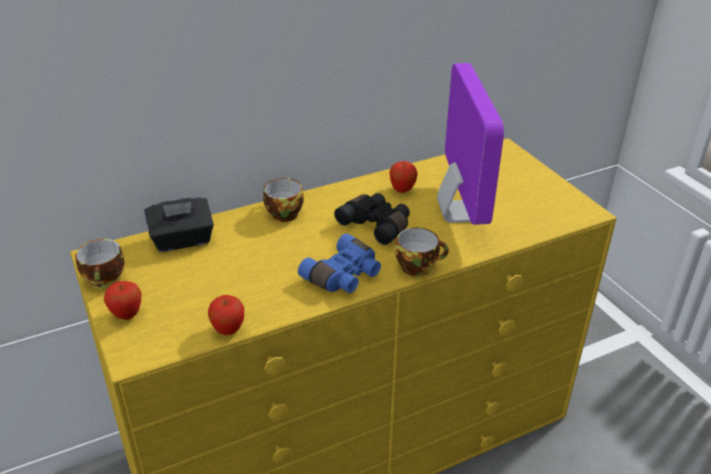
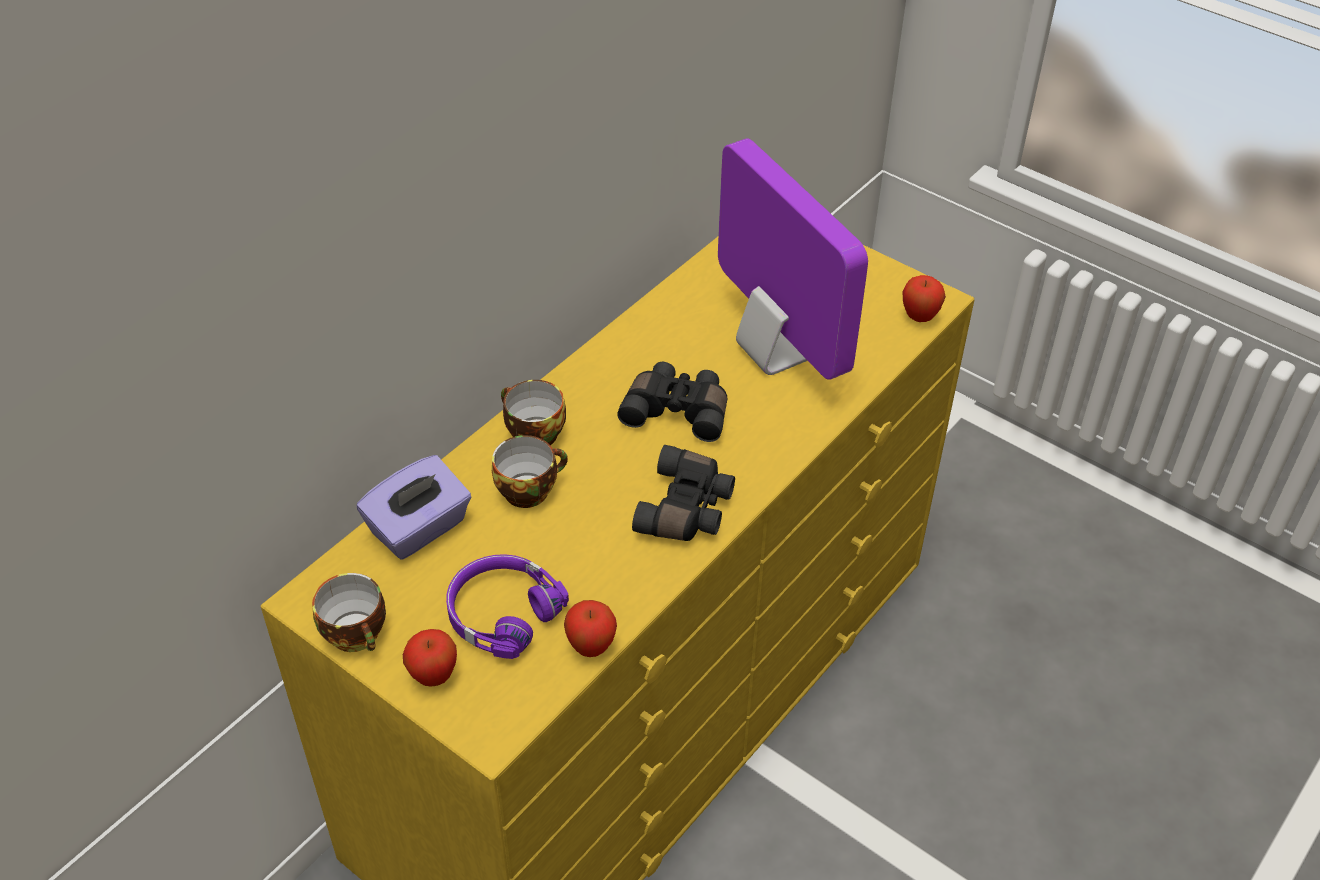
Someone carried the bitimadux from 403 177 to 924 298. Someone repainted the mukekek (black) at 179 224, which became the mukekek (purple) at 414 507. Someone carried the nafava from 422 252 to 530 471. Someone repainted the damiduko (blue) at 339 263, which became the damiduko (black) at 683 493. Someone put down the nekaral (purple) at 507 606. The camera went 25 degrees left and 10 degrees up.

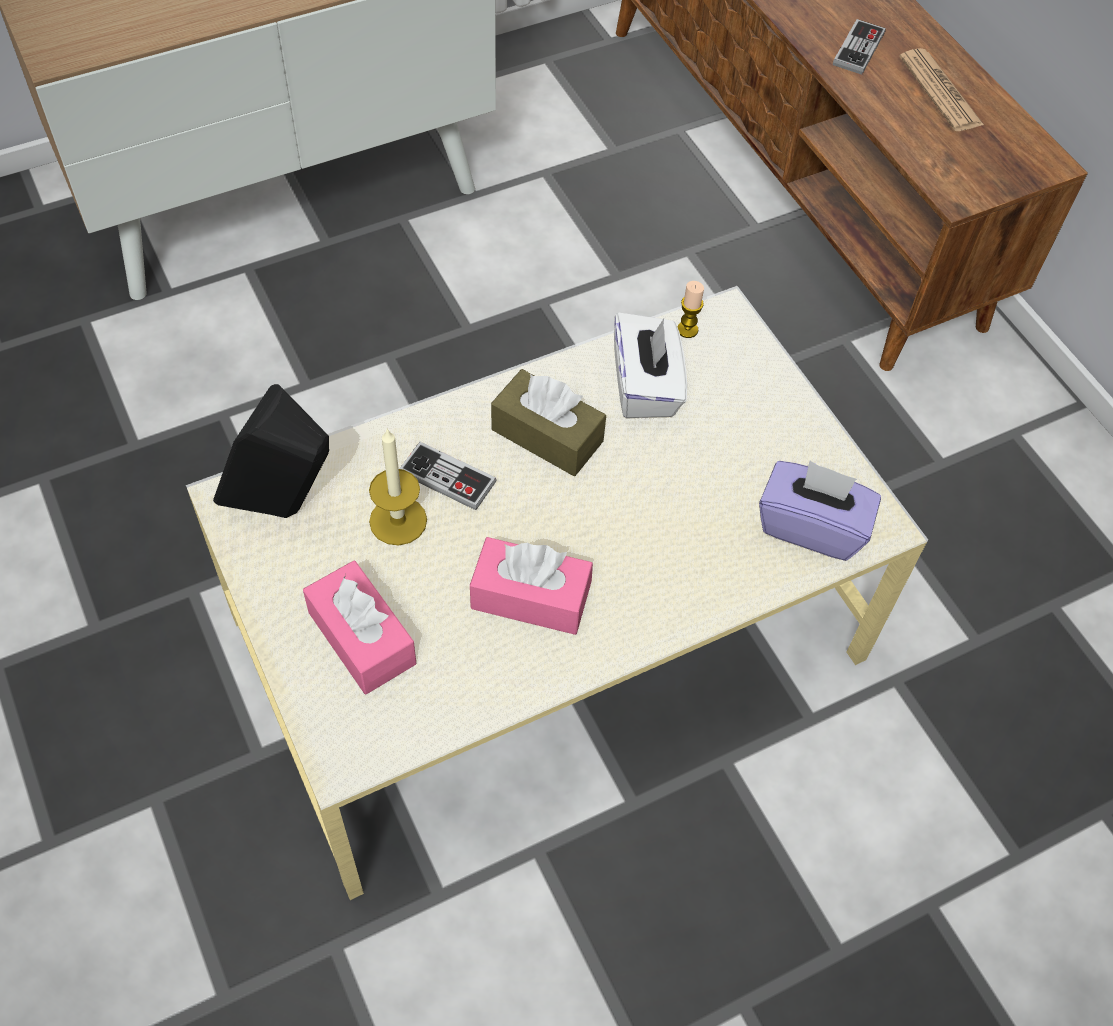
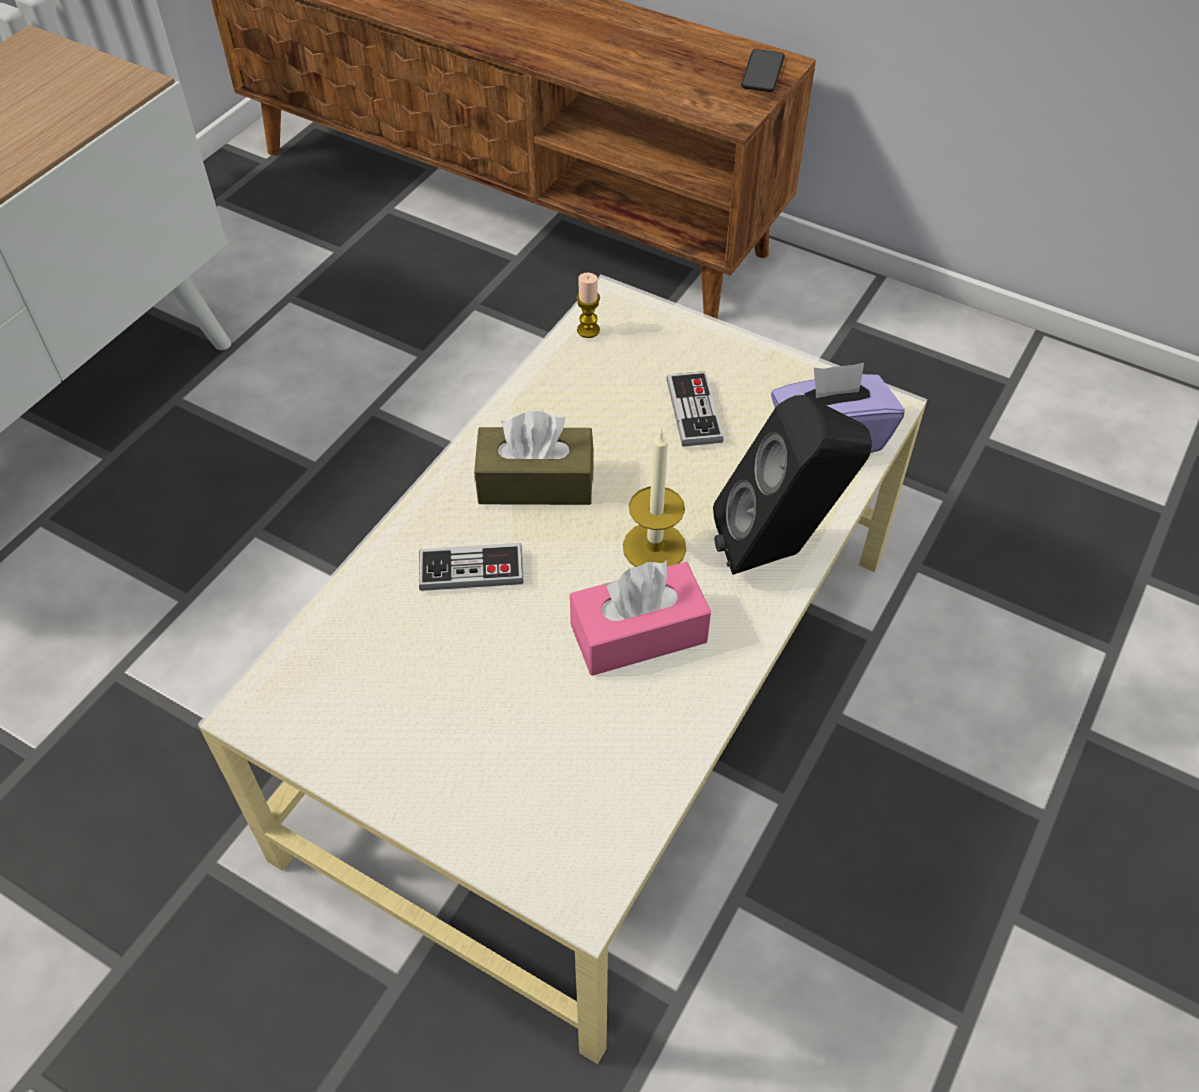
Someone carried the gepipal from 859 47 to 695 409. Someone took away the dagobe at 941 89. Someone took away the mukekek (white) at 650 365. Someone carried the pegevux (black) from 271 451 to 792 485. Someone carried the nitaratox from 398 486 to 654 497. Someone took away the mukekek (pink) at 359 627. Someone put down the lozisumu at 763 70. The camera went 30 degrees left and 5 degrees down.

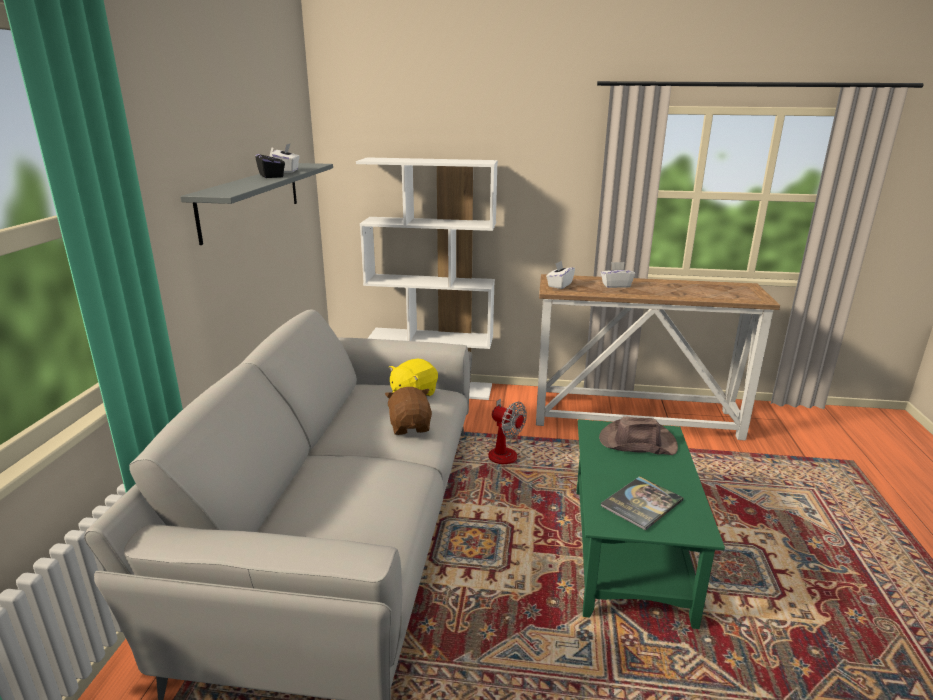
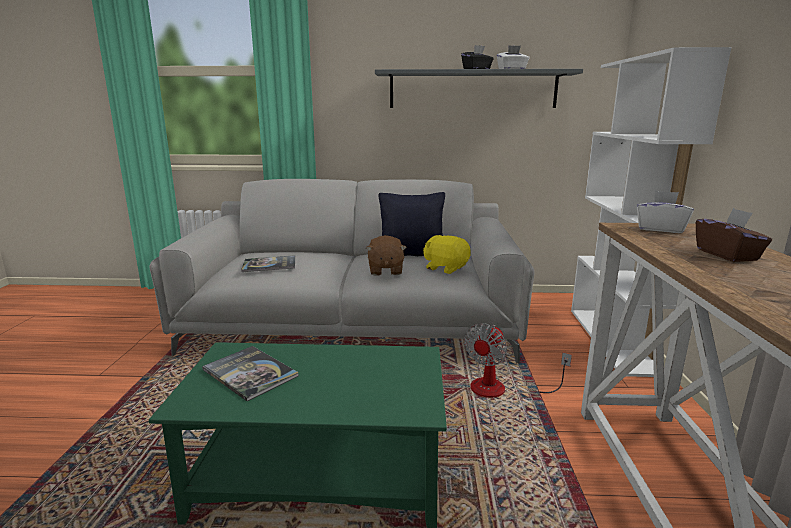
Someone repainted the mukekek (white) at 618 275, which became the mukekek (brown) at 734 235. Someone rotated the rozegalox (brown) at 408 411 by 105 degrees clockwise. Someone took away the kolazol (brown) at 638 436. Someone put down the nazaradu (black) at 411 224. Someone put down the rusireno at 268 263. The camera went 85 degrees right and 5 degrees down.

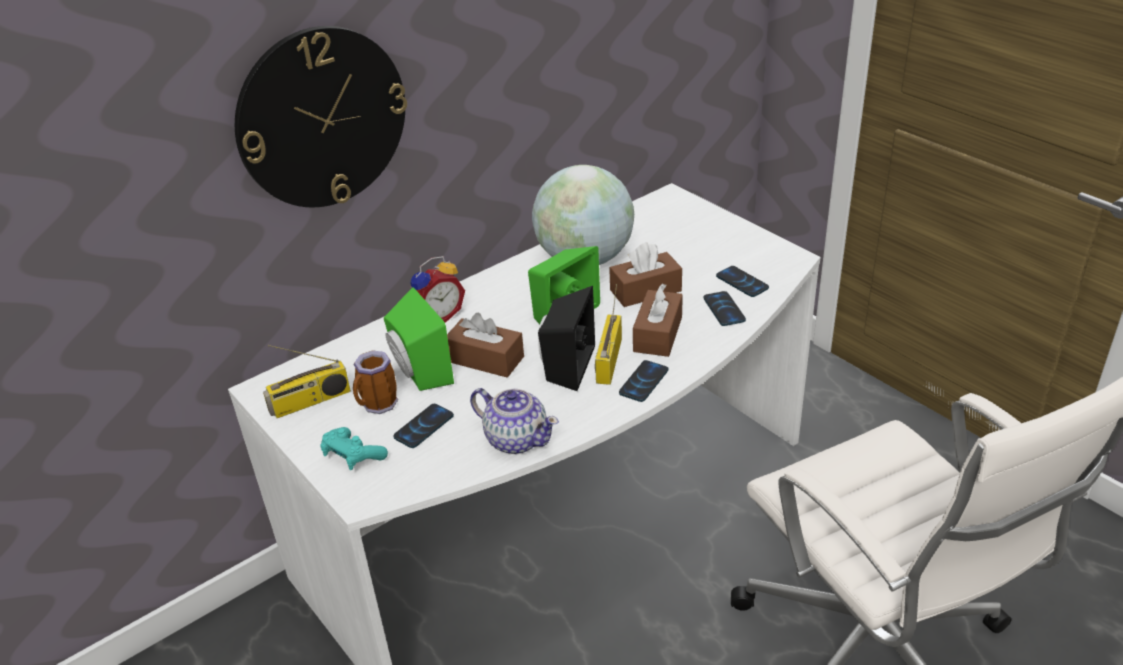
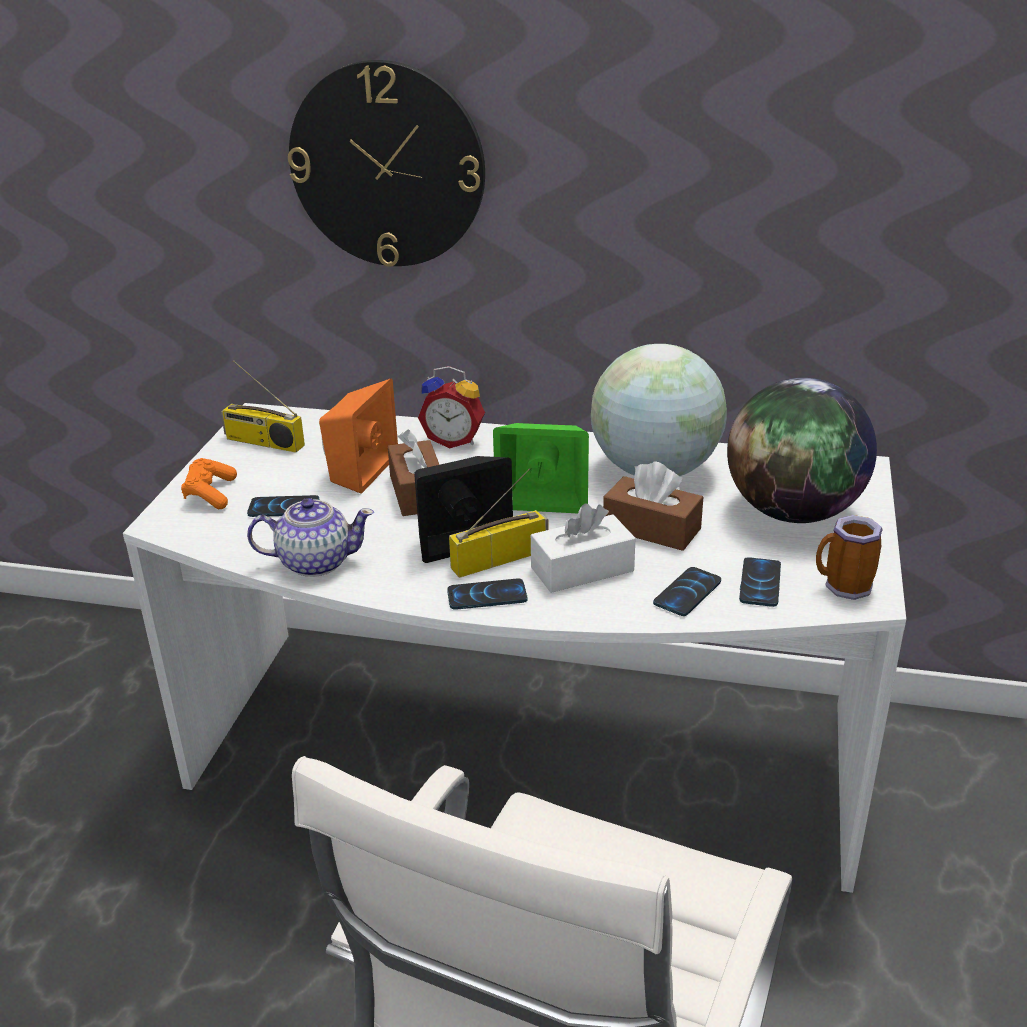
Someone repainted the mukekek (brown) at 658 320, which became the mukekek (white) at 583 548. Someone repainted the pegevux (green) at 419 339, which became the pegevux (orange) at 358 436. Someone carried the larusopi from 375 382 to 849 557. Someone rotated the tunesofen at 514 421 by 90 degrees counterclockwise. Someone repainted the gepipal (turquoise) at 354 448, which became the gepipal (orange) at 209 483. Someone put down the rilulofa at 802 450. The camera went 50 degrees right and 5 degrees down.

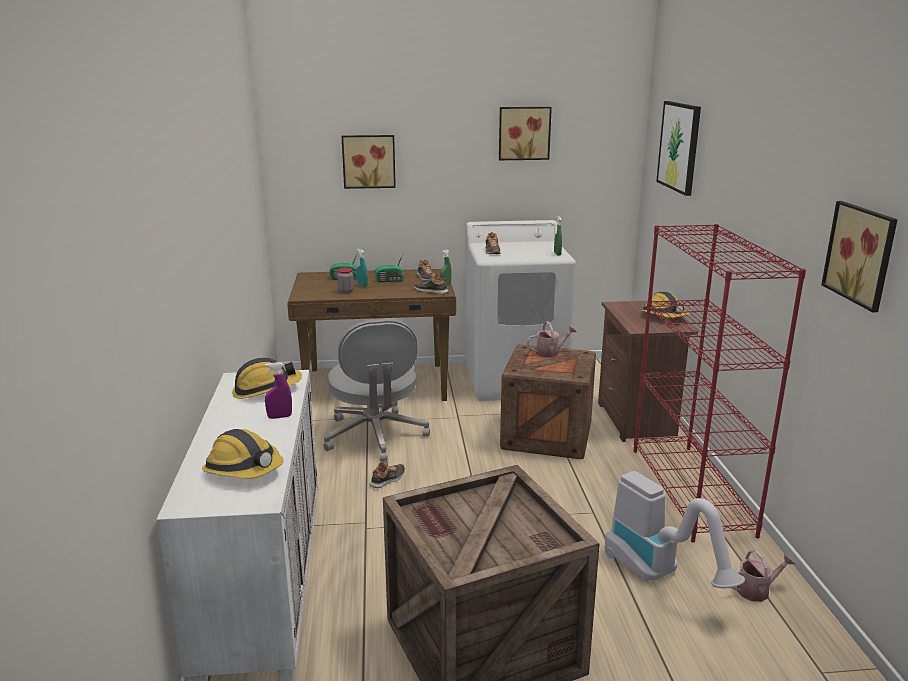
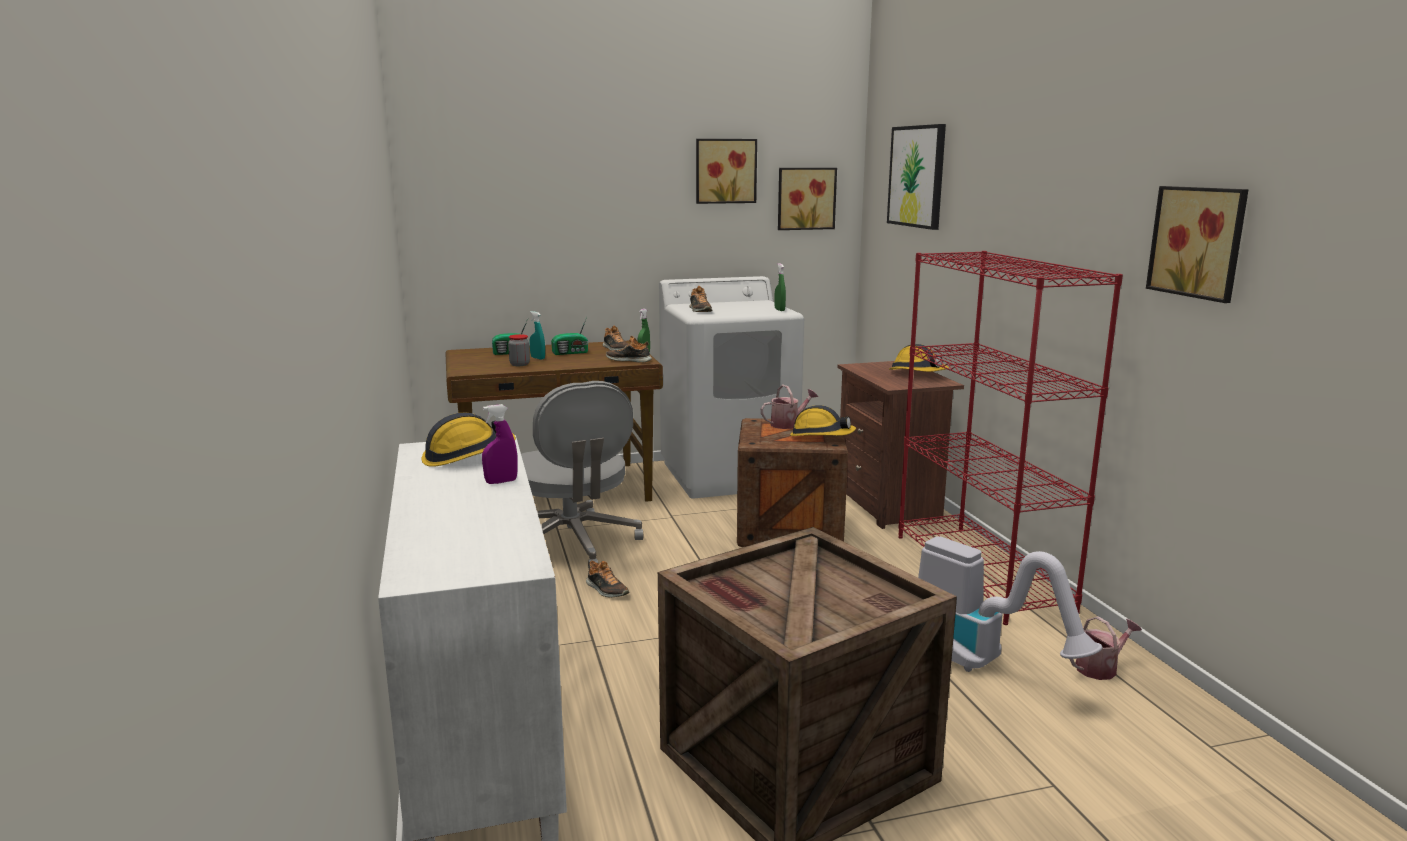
Someone carried the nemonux from 369 162 to 807 199. Someone carried the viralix from 243 454 to 823 420. Someone rotated the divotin at 387 474 by 105 degrees clockwise. The camera went 10 degrees left and 5 degrees down.

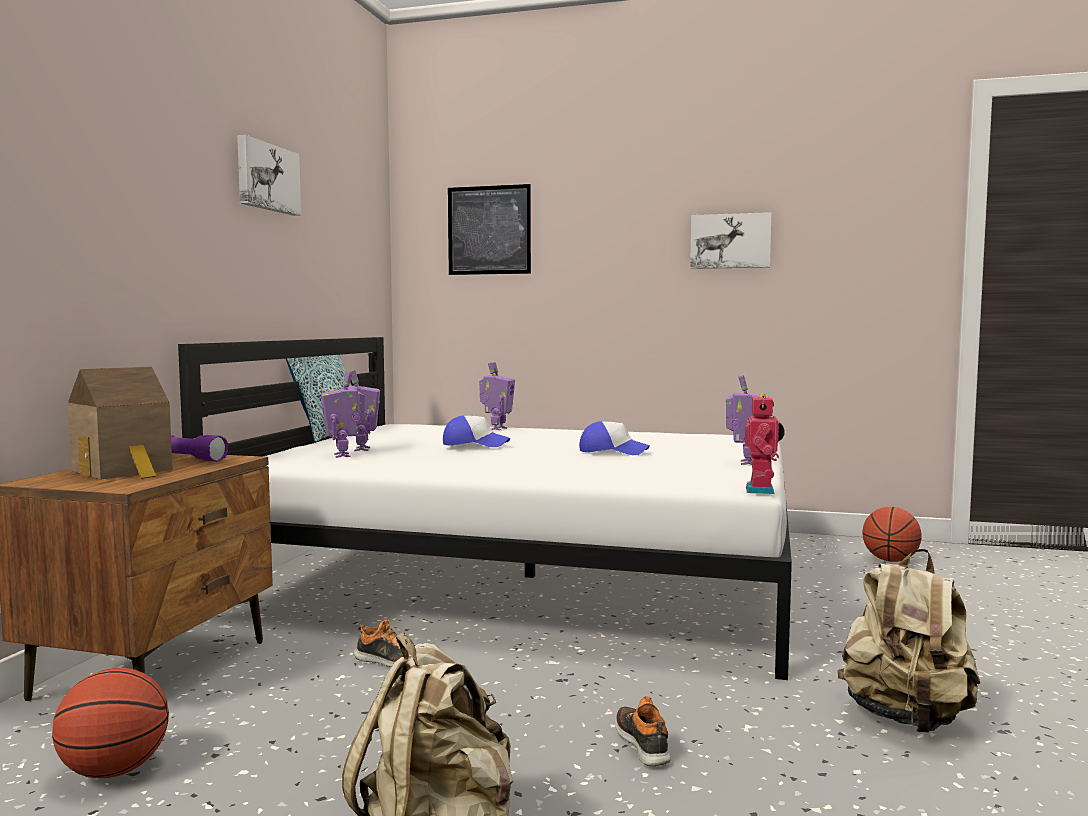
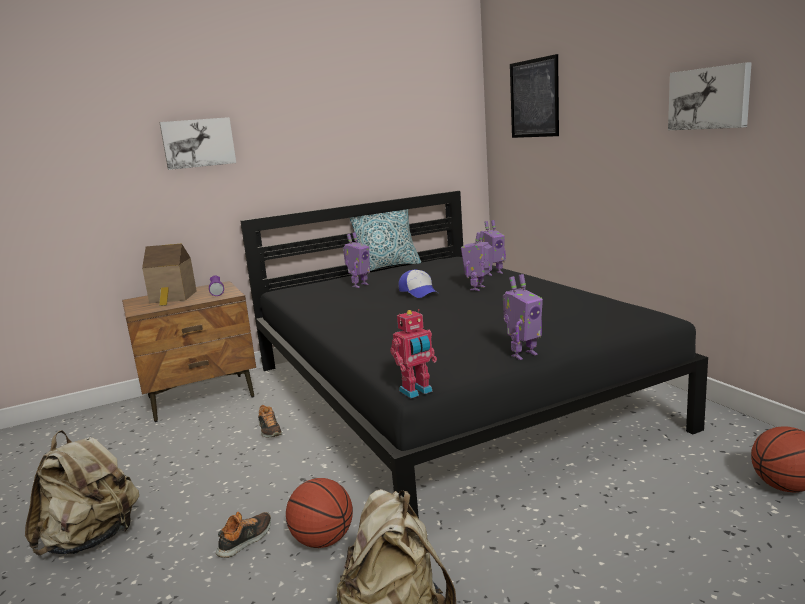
Someone carried the nemonux from 269 175 to 197 143. Someone repainted the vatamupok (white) at 485 508, which became the vatamupok (black) at 474 354. Someone carried the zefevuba from 343 415 to 477 261. Someone took away the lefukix at 614 438. Someone carried the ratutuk from 110 723 to 319 513. The camera went 50 degrees right and 10 degrees up.

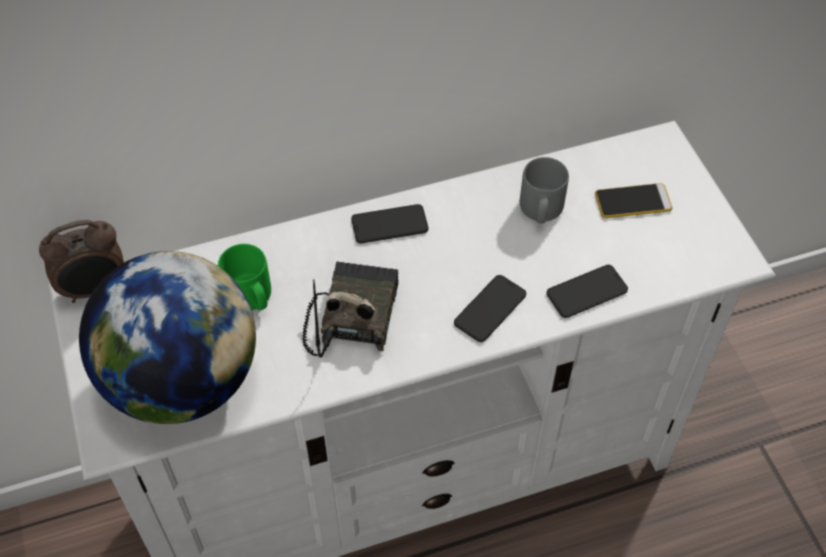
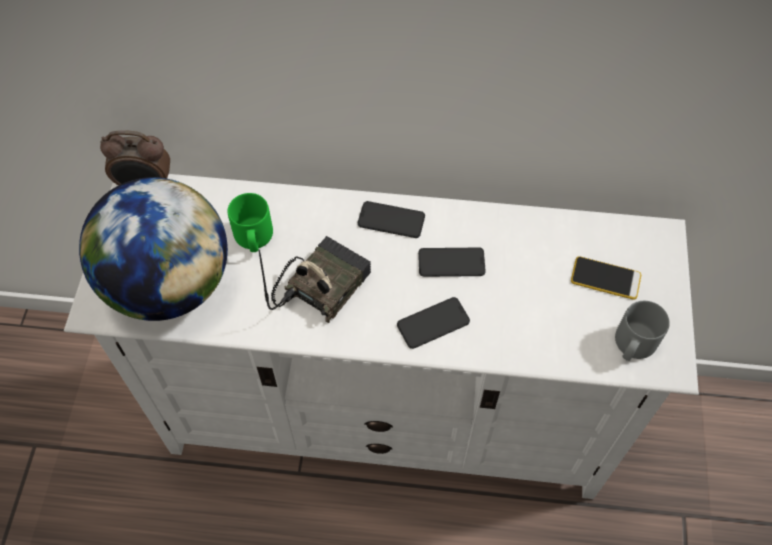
Someone carried the larusopi (grey) from 544 190 to 642 331. Someone carried the lozisumu from 587 291 to 452 262. The camera went 25 degrees right and 5 degrees up.

